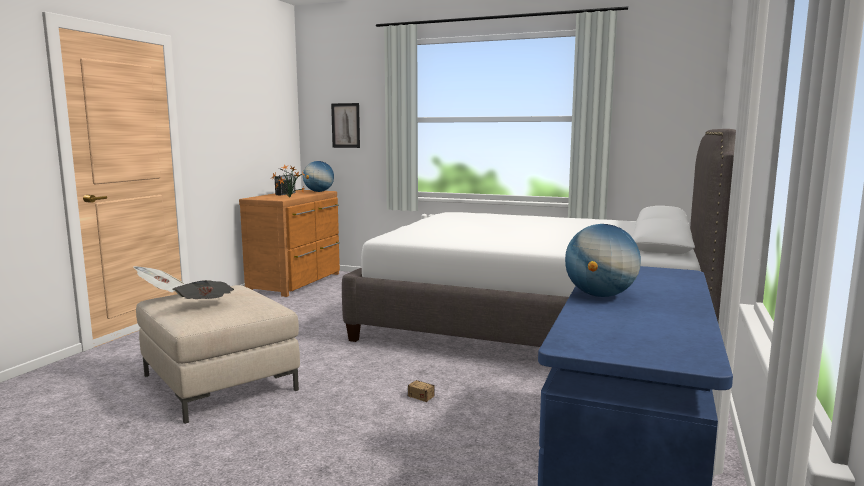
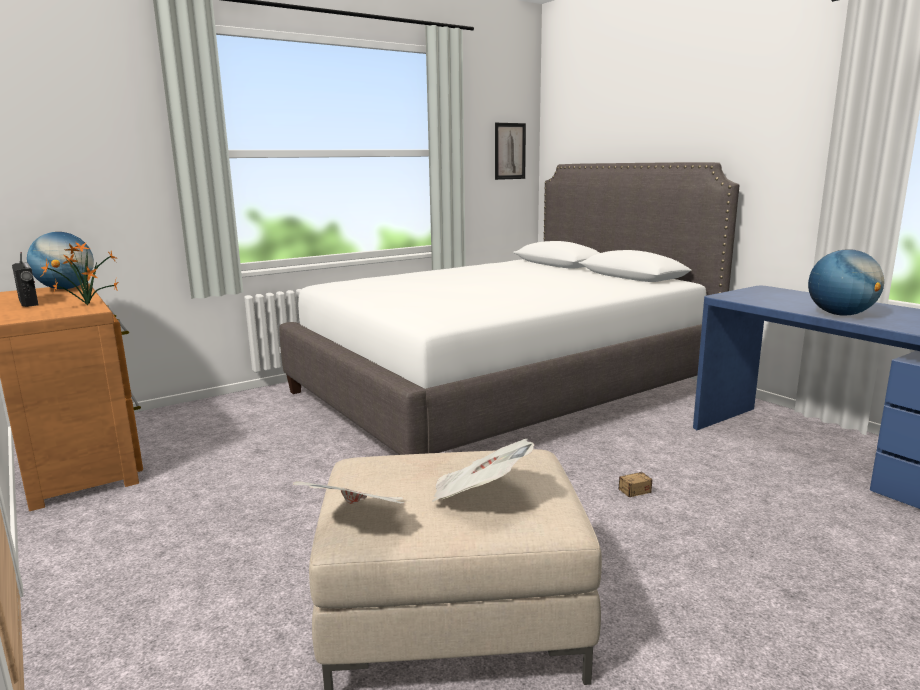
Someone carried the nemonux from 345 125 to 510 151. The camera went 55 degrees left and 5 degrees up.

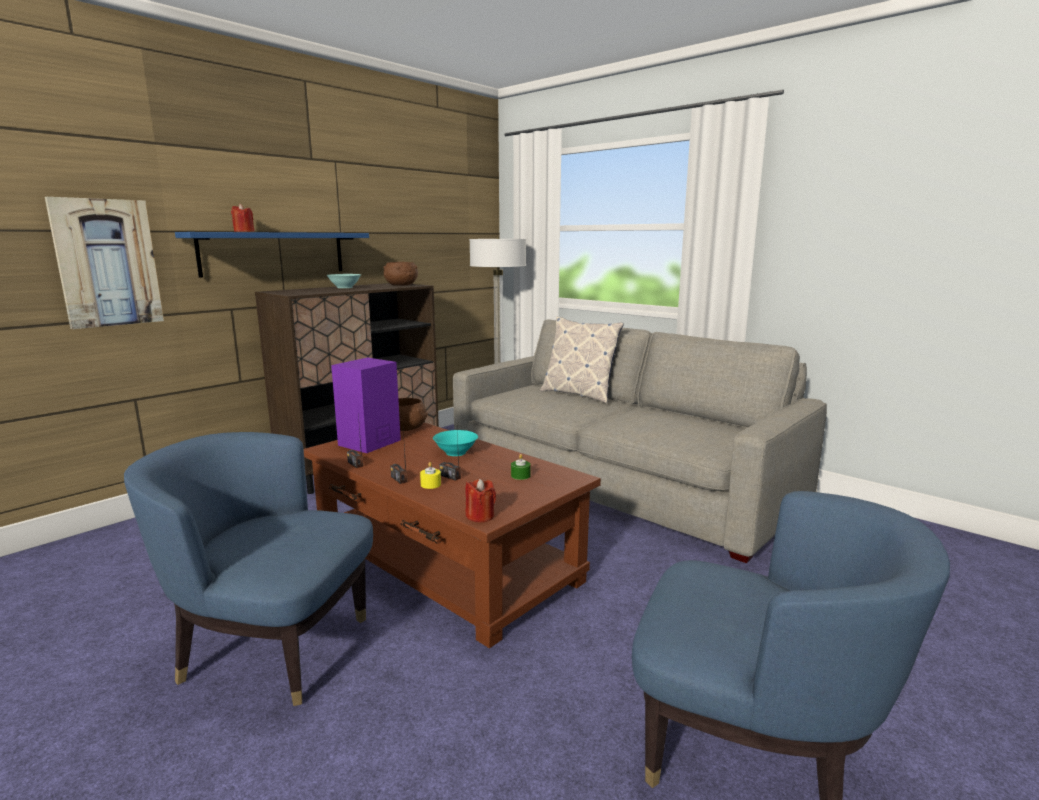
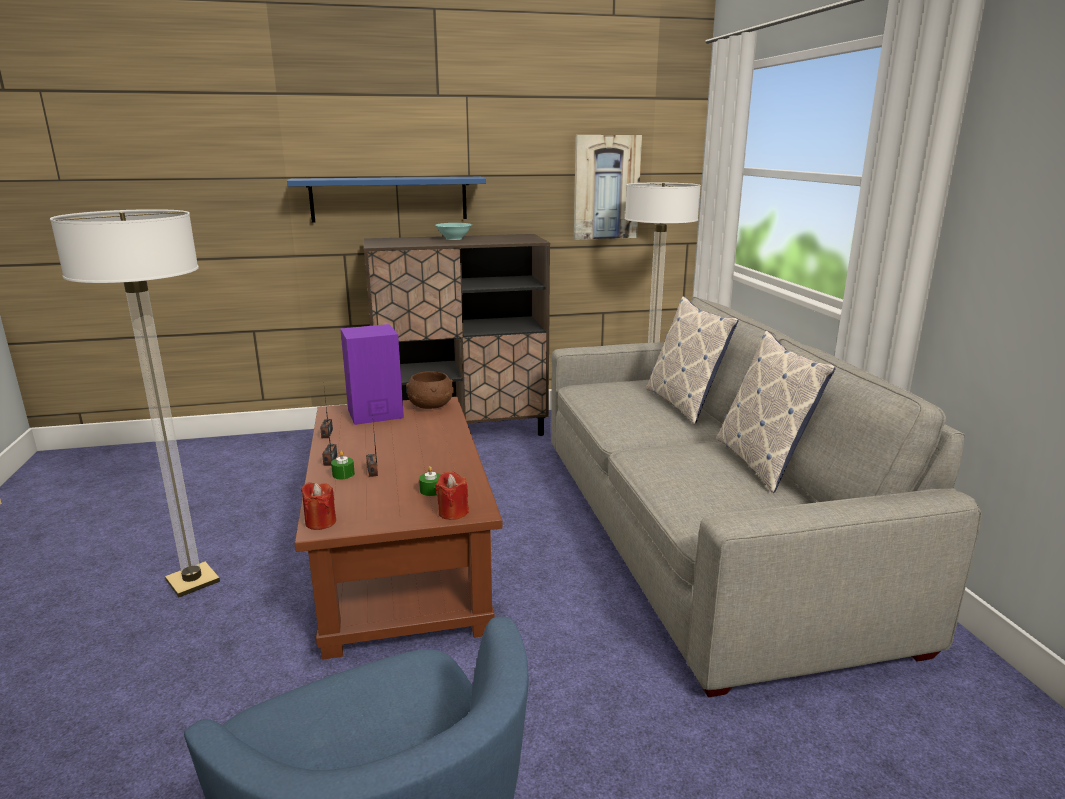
Someone carried the nemonux from 104 263 to 608 187. Someone carried the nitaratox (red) from 243 218 to 452 495. Someone took away the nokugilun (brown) at 401 274. Someone took away the nokugilun (turquoise) at 455 443. Someone swapped the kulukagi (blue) at 248 569 for the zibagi at 135 403. Someone repainted the nitaratox (yellow) at 430 475, which became the nitaratox (green) at 343 465. Someone put down the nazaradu at 776 412. The camera went 35 degrees right and 5 degrees up.

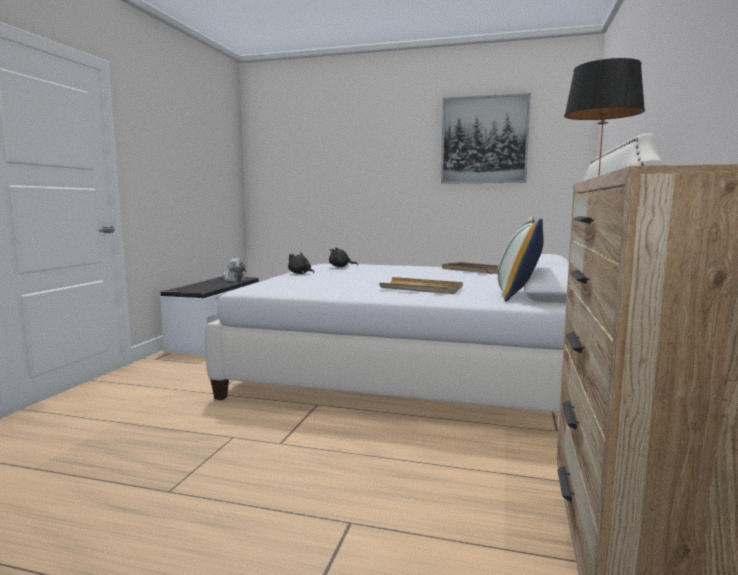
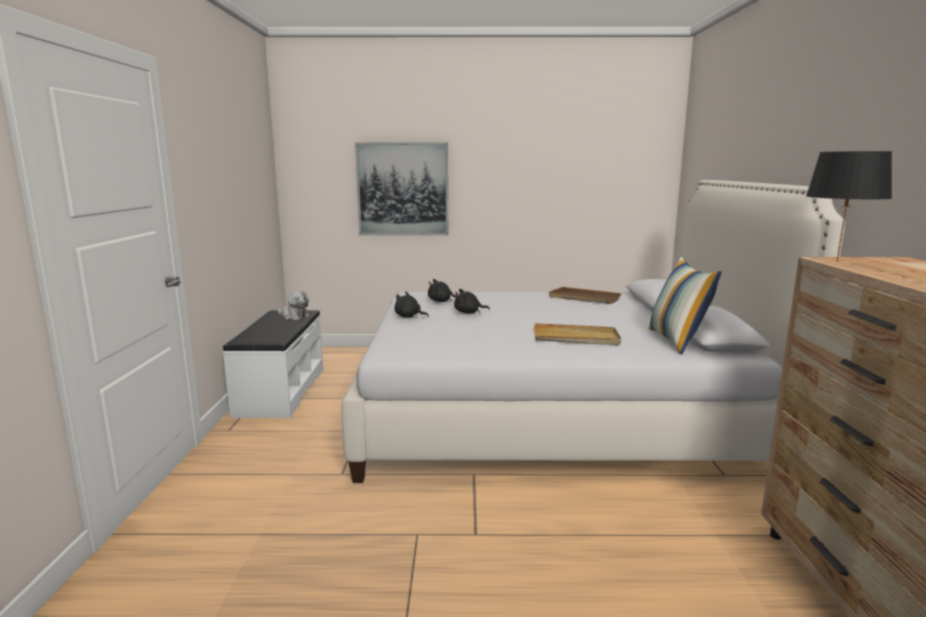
Someone carried the nemonux from 486 138 to 401 188. Someone put down the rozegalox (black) at 472 301. The camera went 15 degrees left and 5 degrees up.

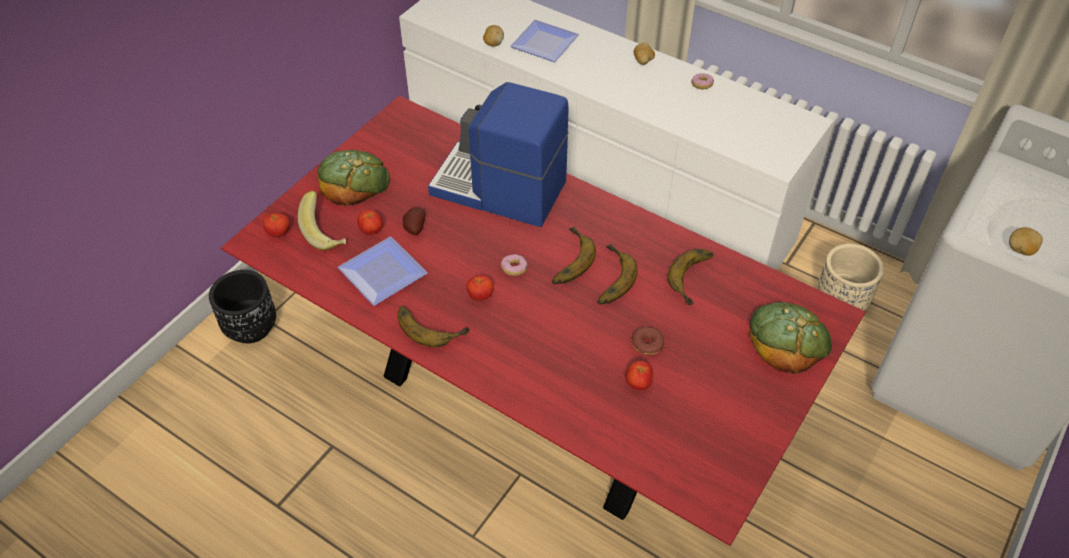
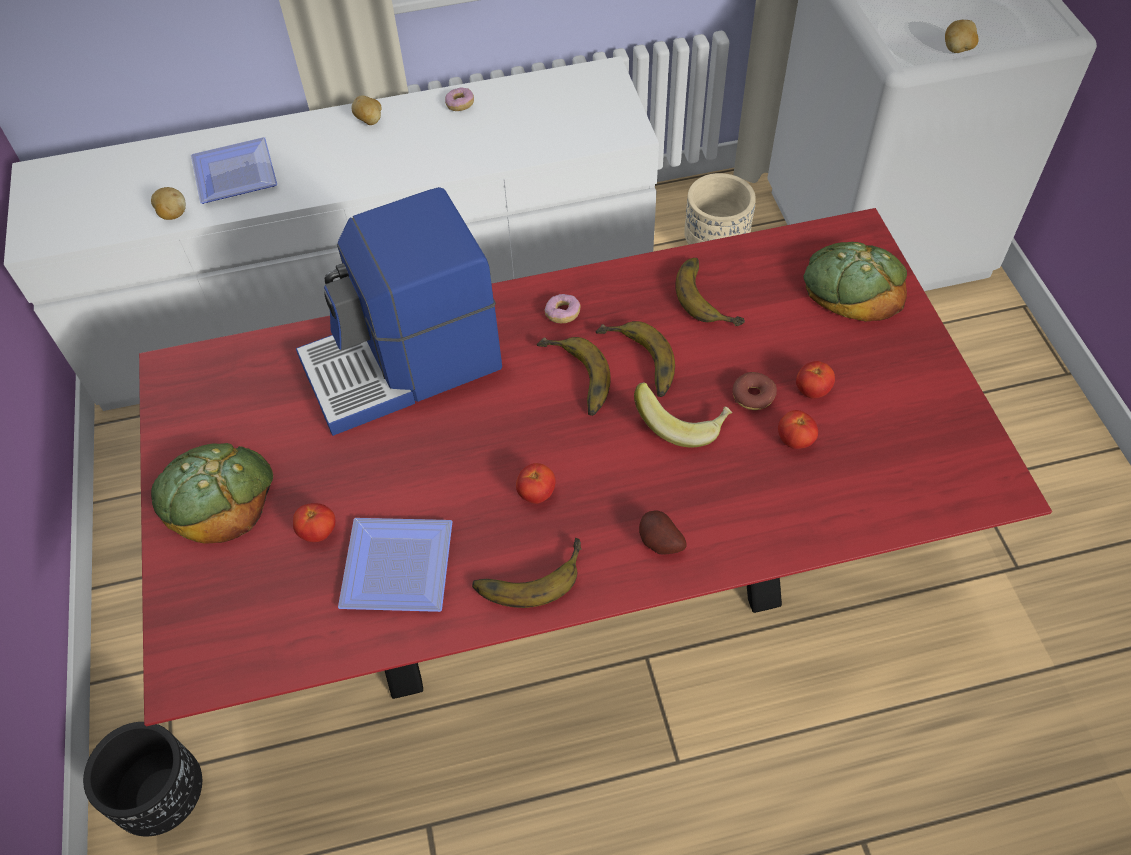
Someone carried the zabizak from 322 221 to 683 414. Someone carried the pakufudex from 414 221 to 663 532. Someone carried the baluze from 276 225 to 815 380. Someone carried the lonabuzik from 514 265 to 563 308. The camera went 45 degrees left and 5 degrees up.

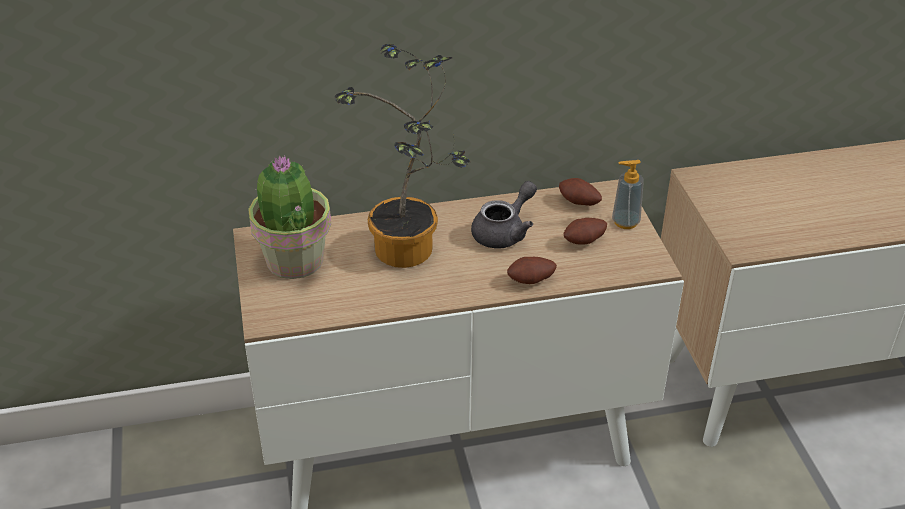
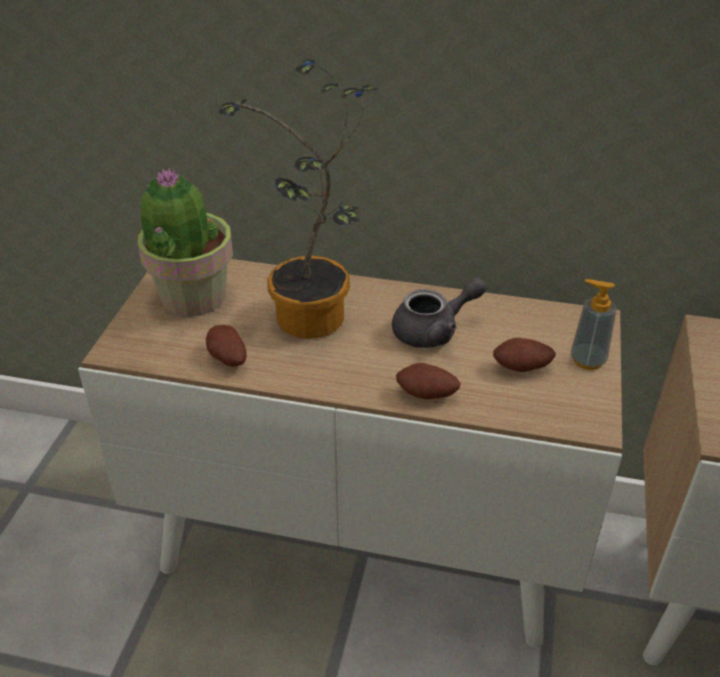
Someone carried the pakufudex from 580 192 to 226 346. The camera went 25 degrees right and 0 degrees up.

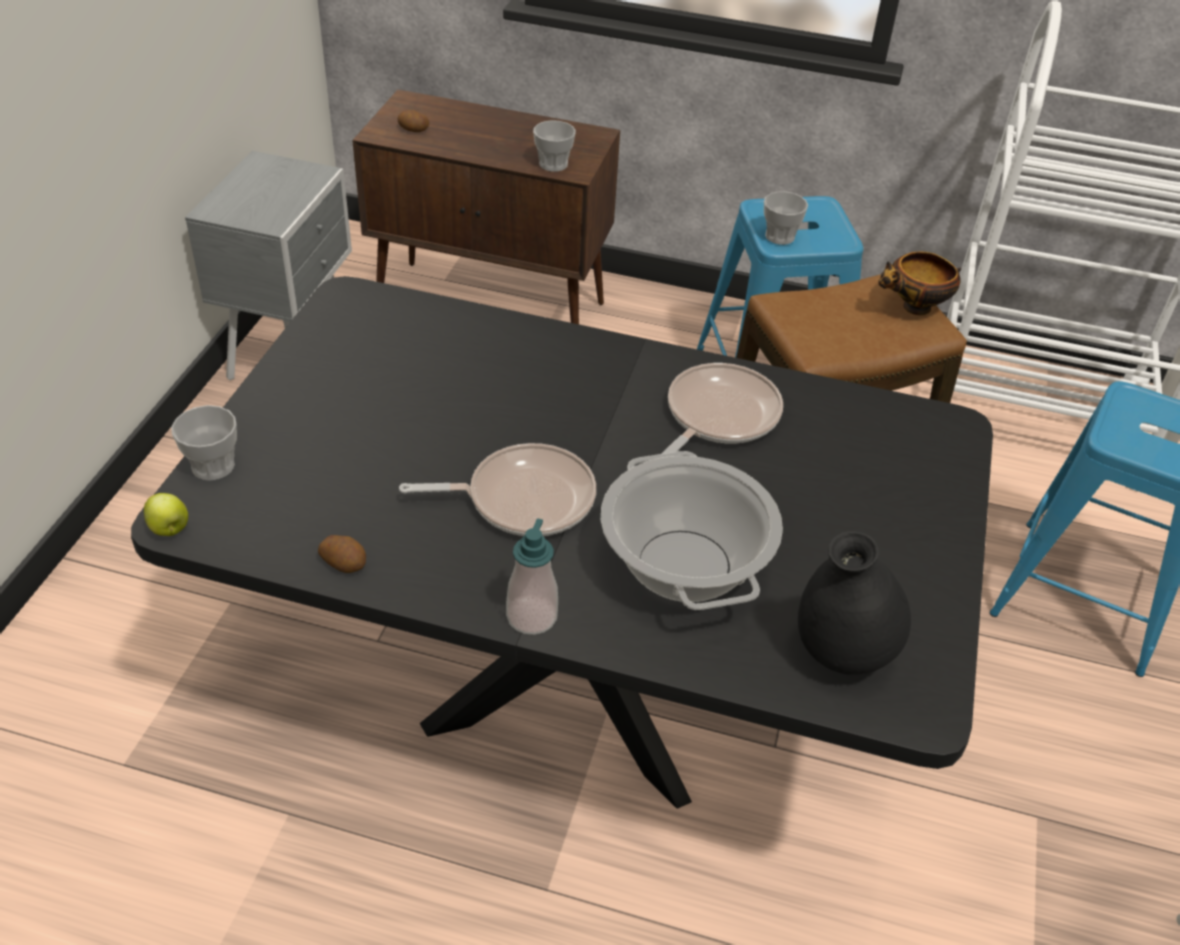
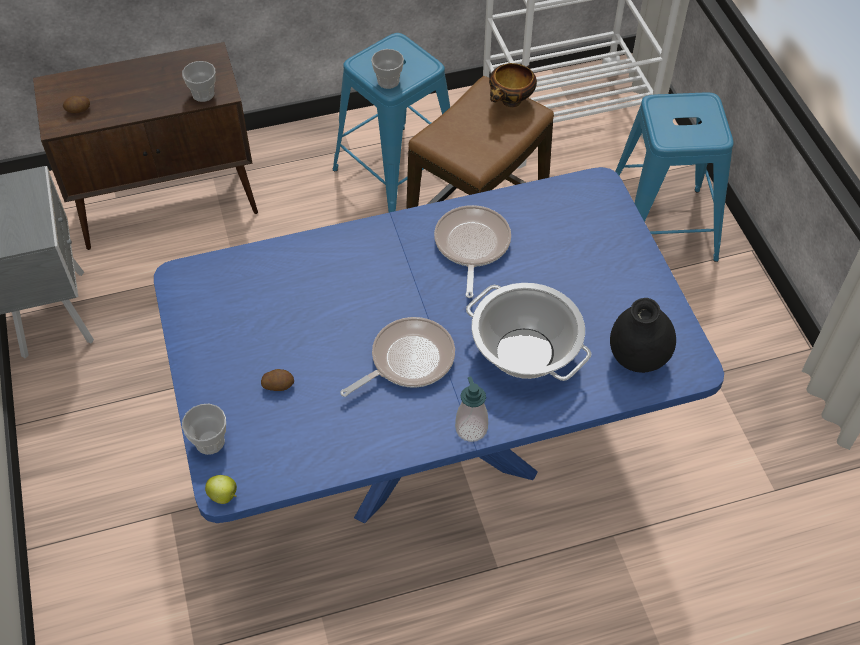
Someone repainted the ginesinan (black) at 562 542, which became the ginesinan (blue) at 439 345. Someone carried the pakufudex from 342 554 to 277 380. The camera went 30 degrees left and 10 degrees up.

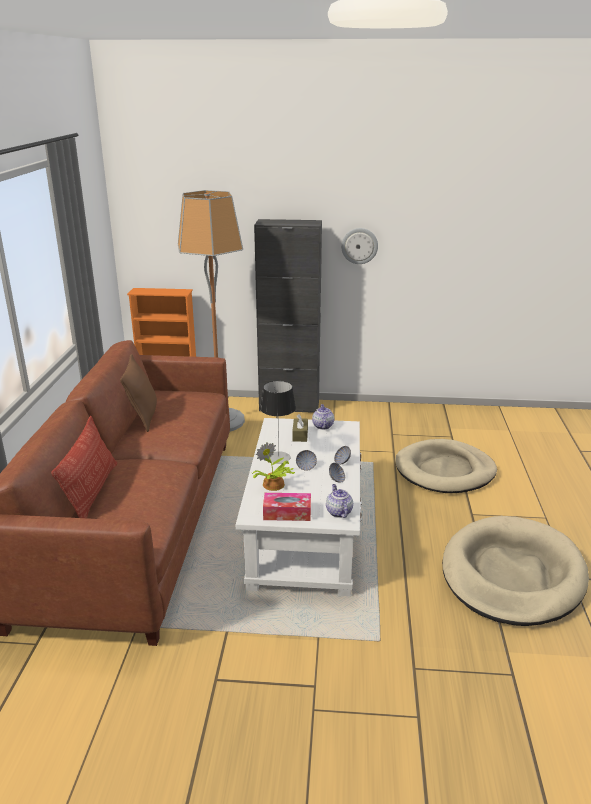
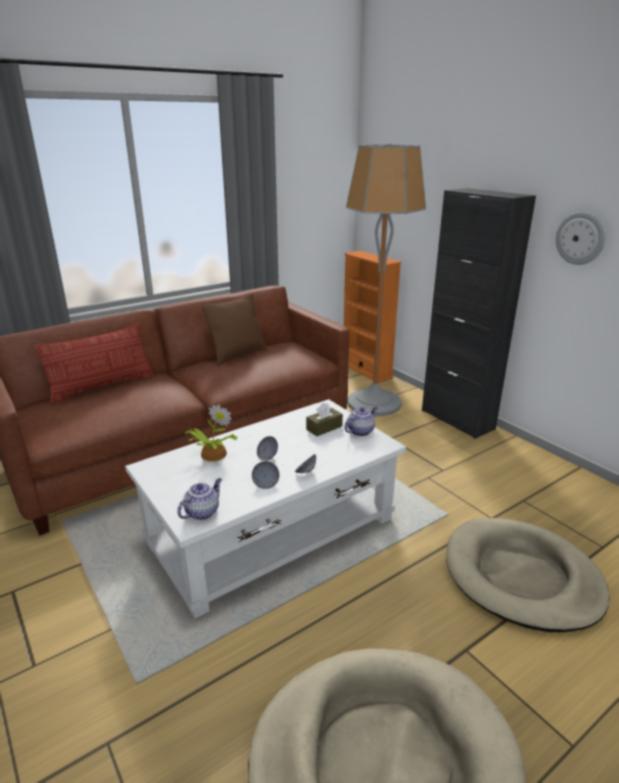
Someone took away the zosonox at 278 422. Someone took away the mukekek at 287 507. The camera went 50 degrees right and 0 degrees up.

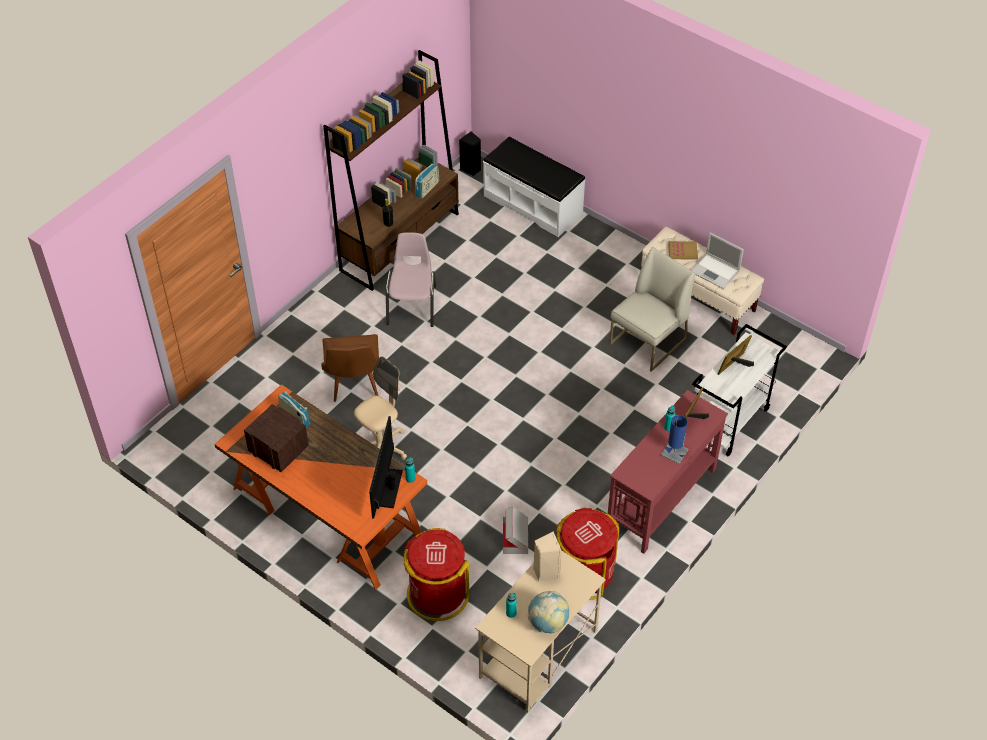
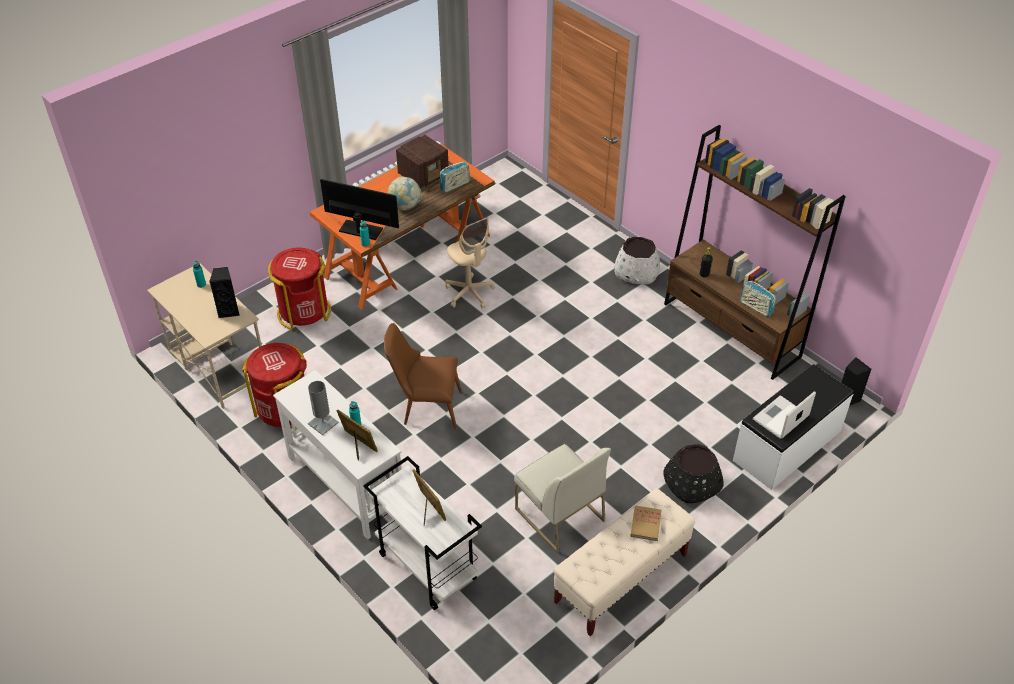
Someone took away the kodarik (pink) at 411 279. Someone carried the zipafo from 717 260 to 784 414. Someone carried the kodarik (brown) from 350 368 to 423 376. Someone repainted the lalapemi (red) at 668 472, which became the lalapemi (white) at 337 454. Someone repainted the zosonox (blue) at 675 439, which became the zosonox (grey) at 323 408. Someone took away the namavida at 515 530. Someone repainted the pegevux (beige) at 547 556, which became the pegevux (black) at 224 292. Someone carried the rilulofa from 548 612 to 405 193. Someone put down the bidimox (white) at 637 260. Someone put down the bidimox (black) at 693 473. The camera went 100 degrees right and 5 degrees down.

